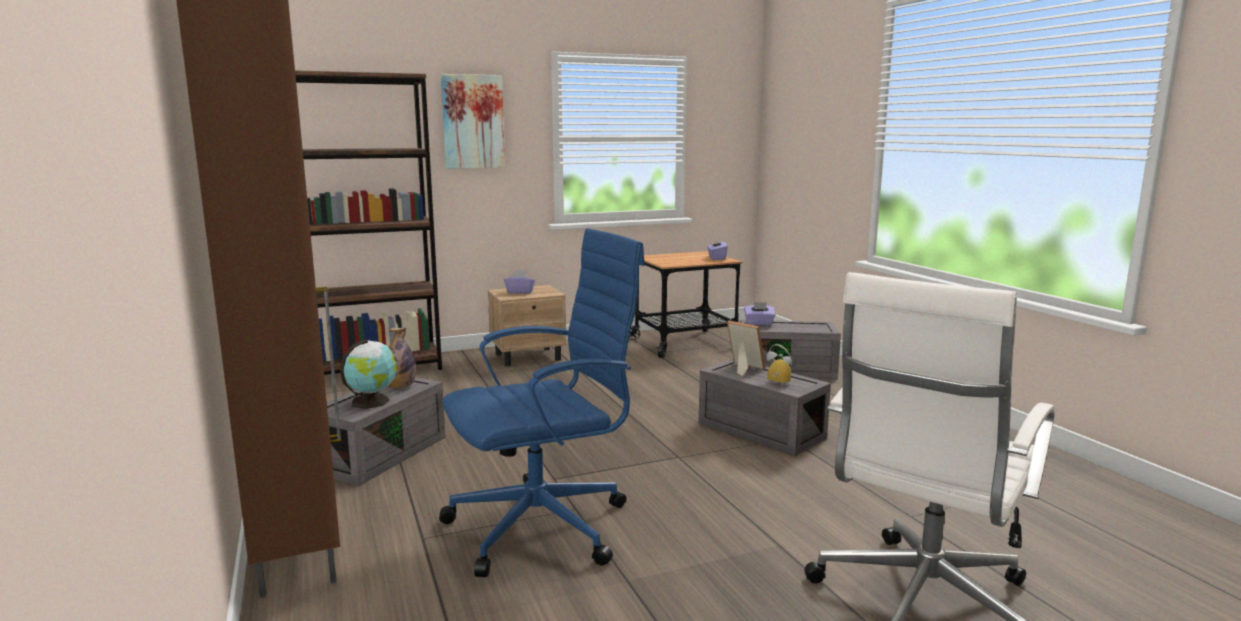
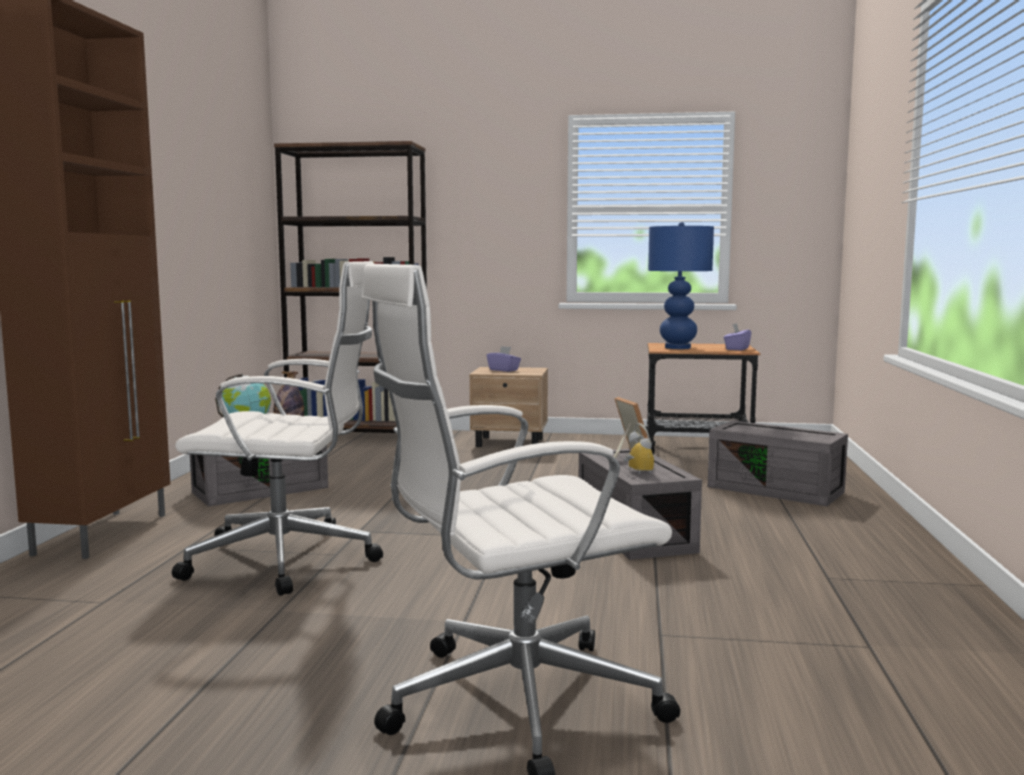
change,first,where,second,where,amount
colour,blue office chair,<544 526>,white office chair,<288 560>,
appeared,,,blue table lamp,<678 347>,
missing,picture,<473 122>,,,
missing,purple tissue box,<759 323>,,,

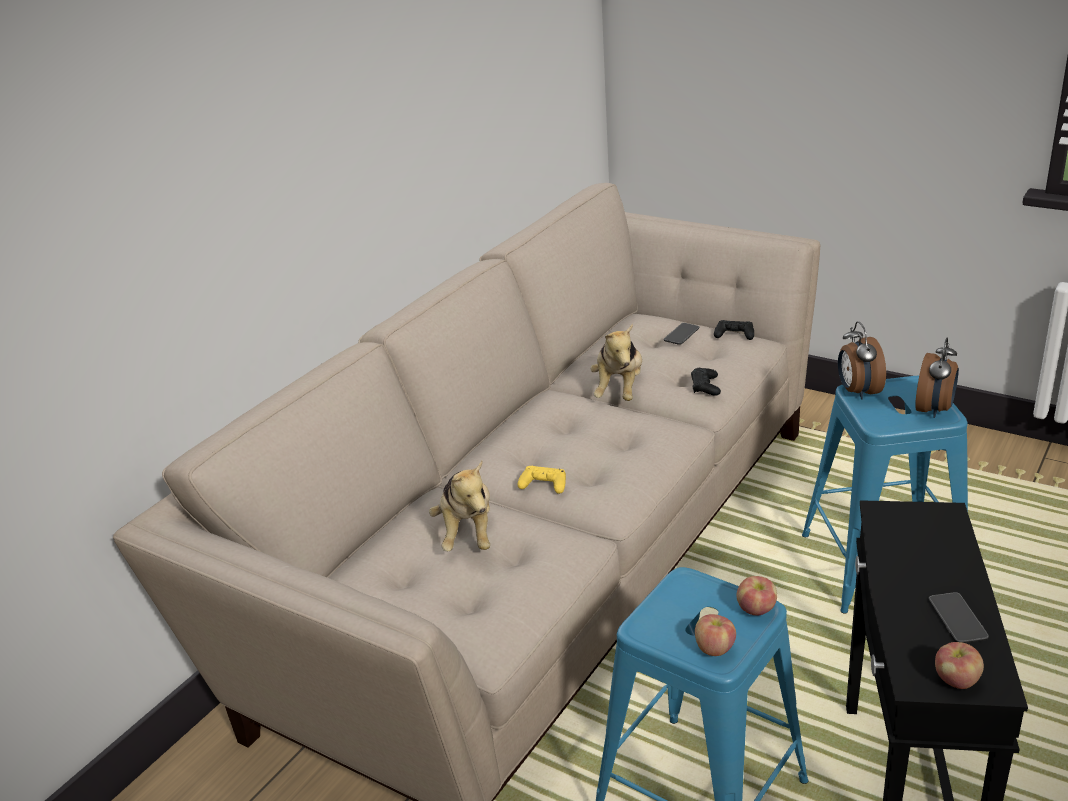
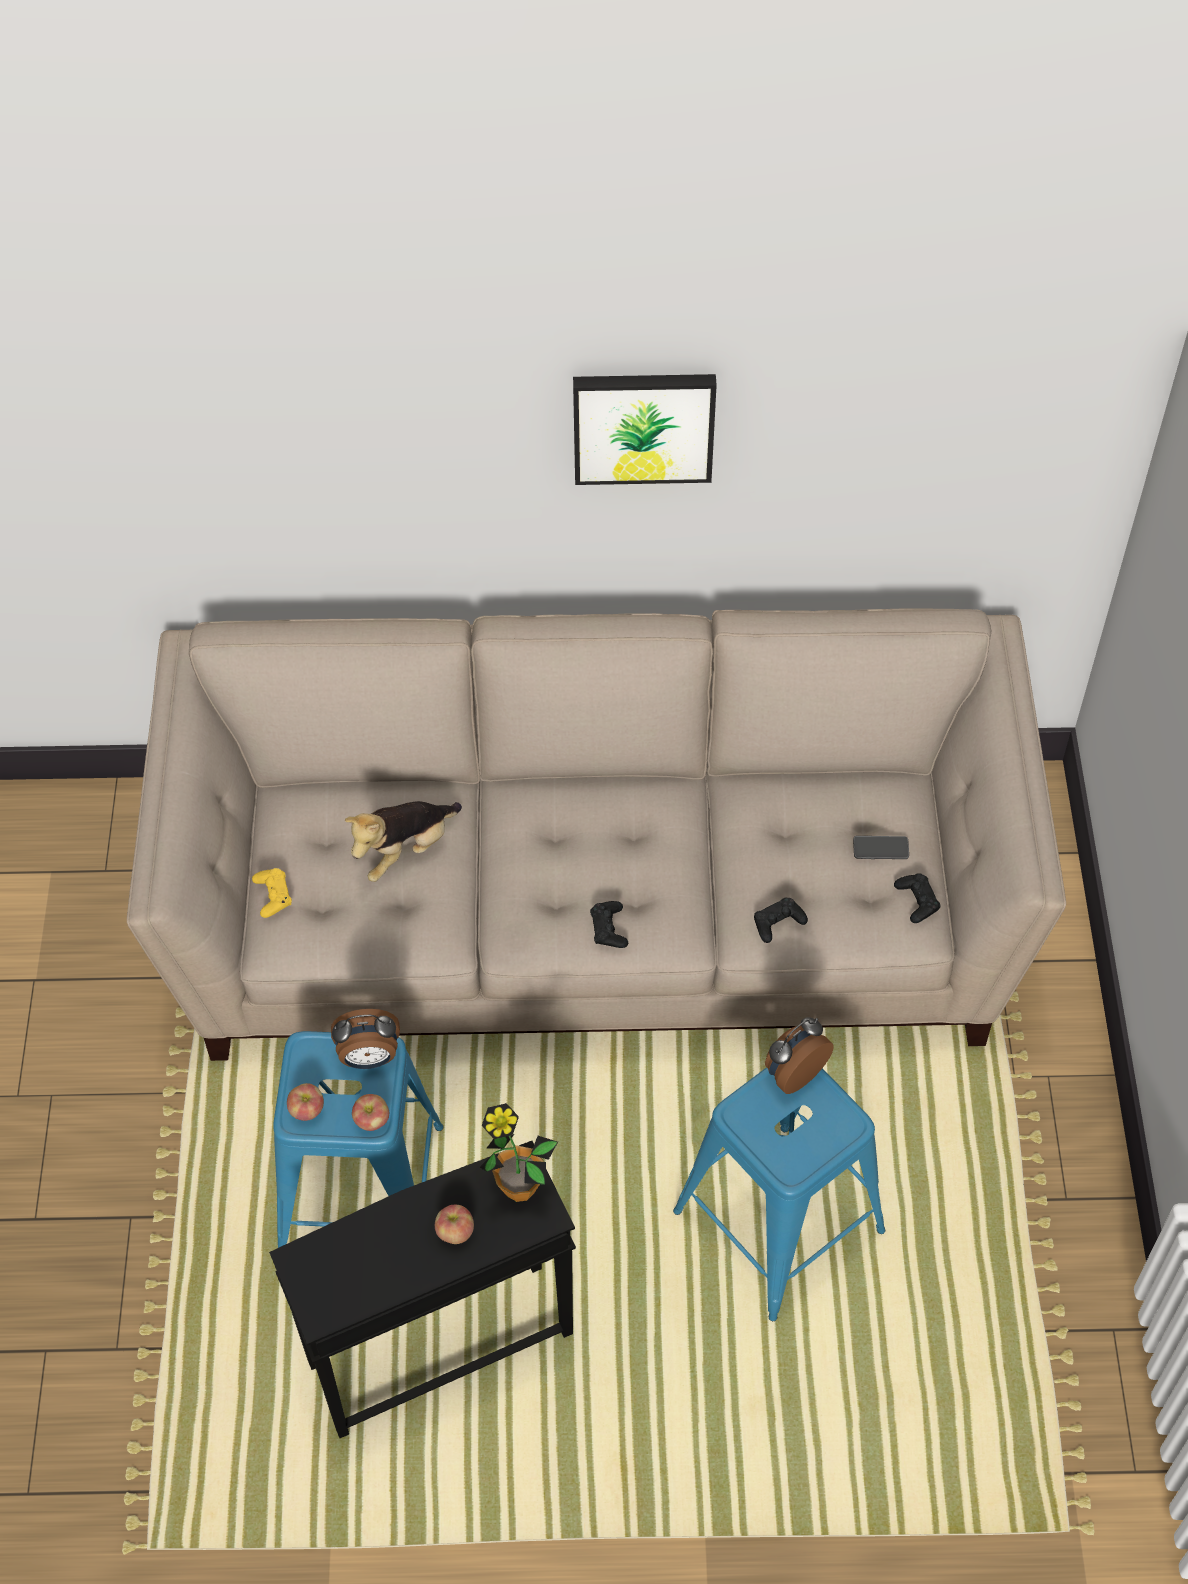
change,first,where,second,where,amount
relocated,yellow game controller,<543 484>,,<273 895>,
relocated,alarm clock,<934 410>,,<369 1058>,
relocated,apple,<956 681>,,<455 1232>,
appeared,,,potted plant,<519 1187>,
appeared,,,picture,<643 425>,
appeared,,,black game controller,<609 928>,
missing,plush toy,<619 390>,,,
missing,phone,<957 619>,,,

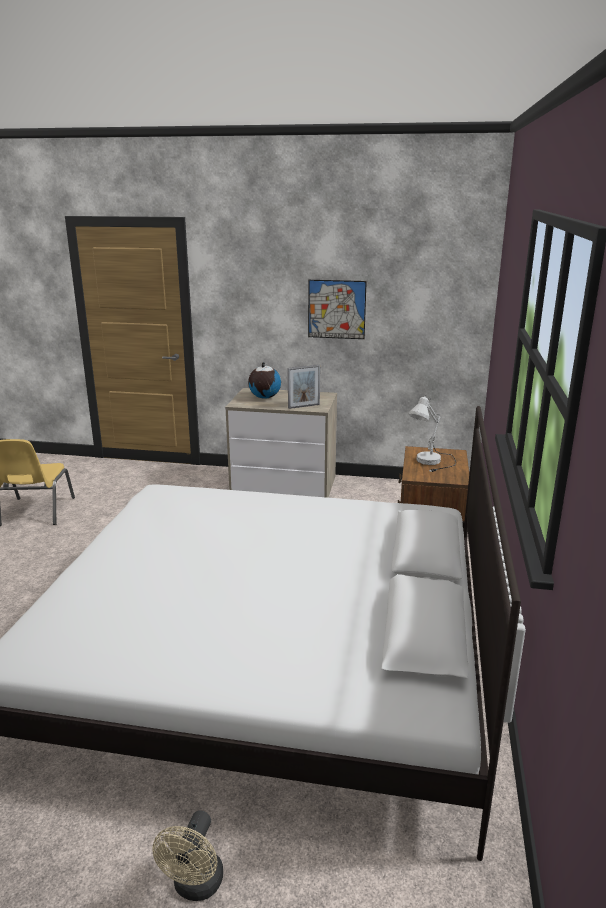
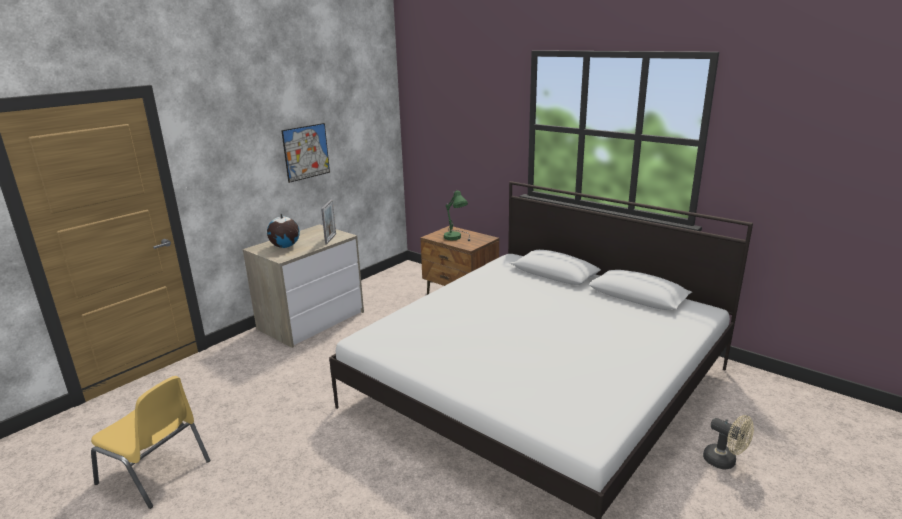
change,first,where,second,where,amount
colour,white table lamp,<432 464>,green table lamp,<458 238>,

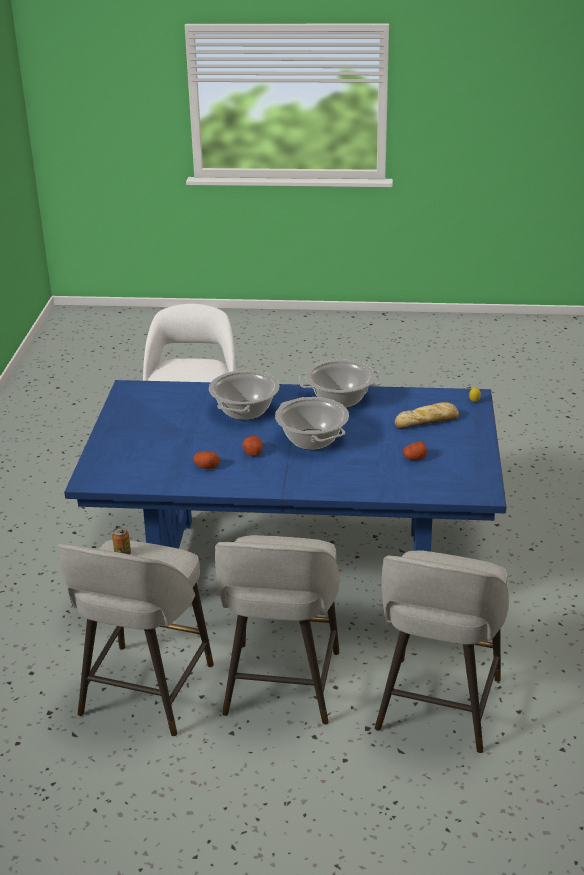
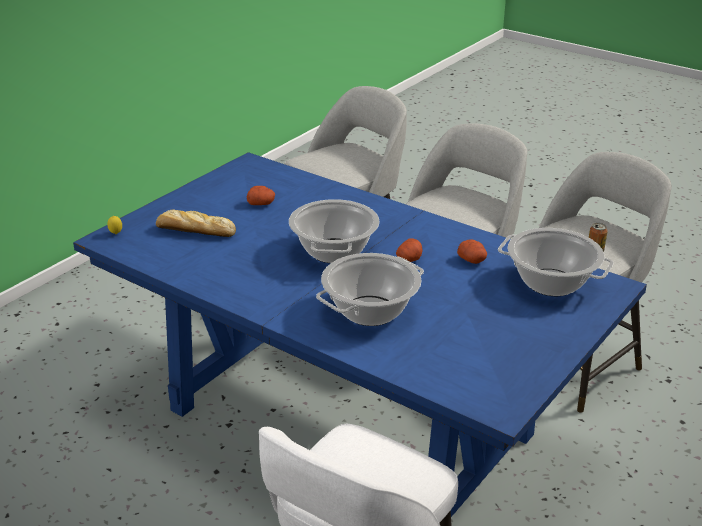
change,first,where,second,where,amount
relocated,cooking pot,<339 399>,,<551 283>,

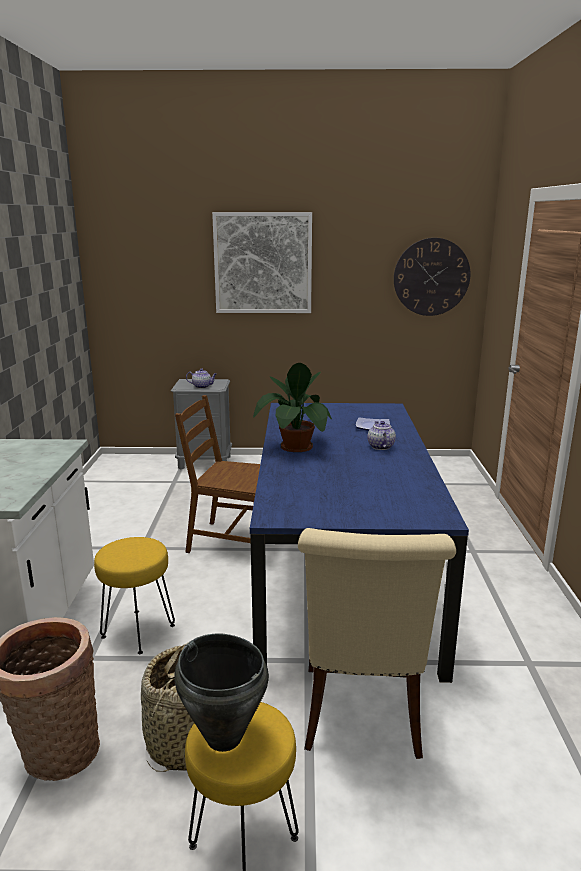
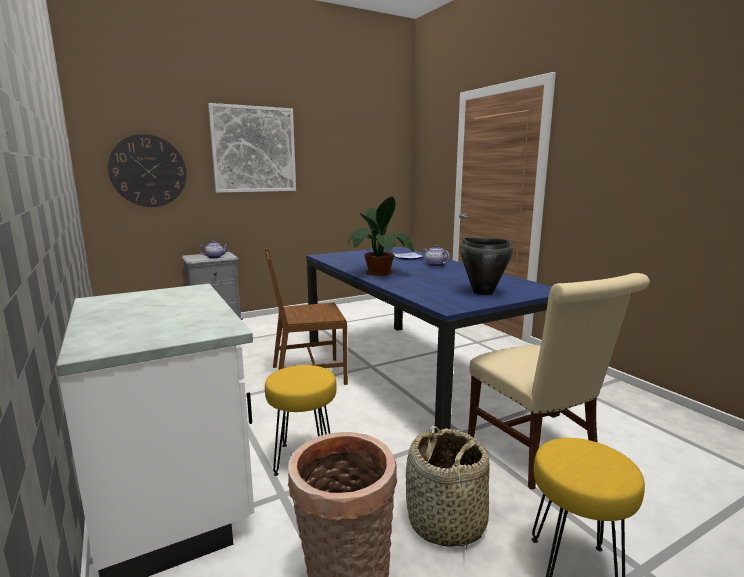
change,first,where,second,where,amount
relocated,wall clock,<431 277>,,<148 171>,
relocated,black cooking pot,<224 737>,,<482 292>,

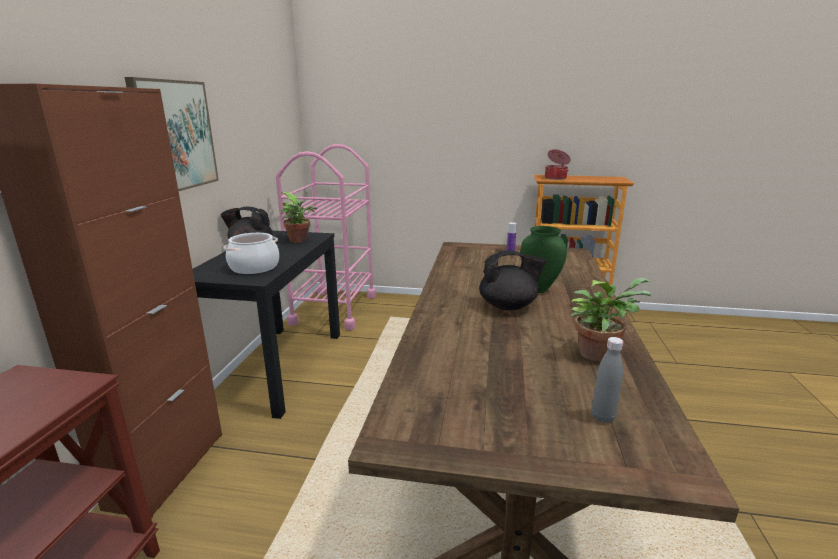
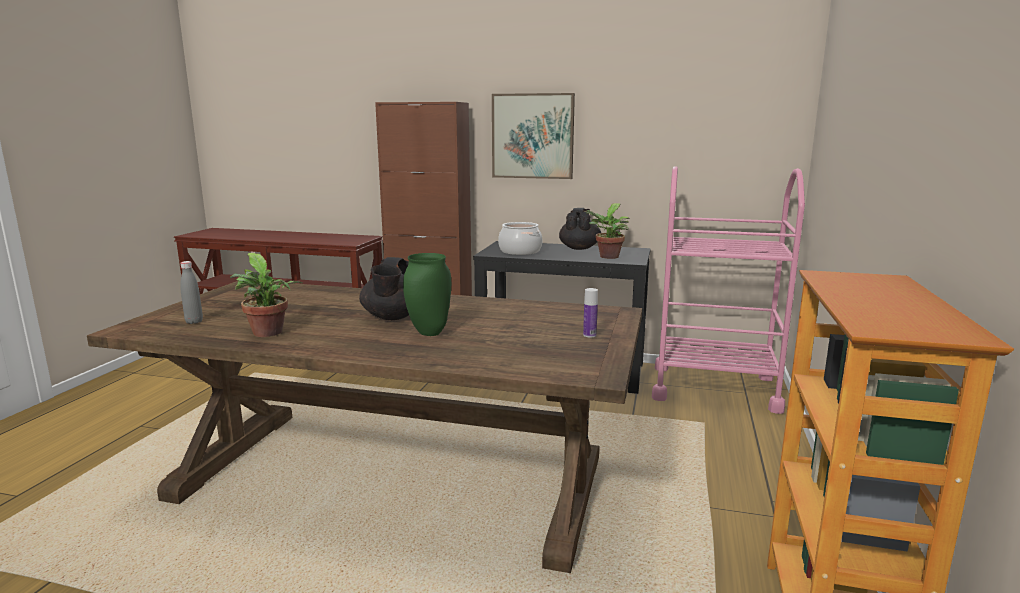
change,first,where,second,where,amount
missing,cooking pot,<556 178>,,,

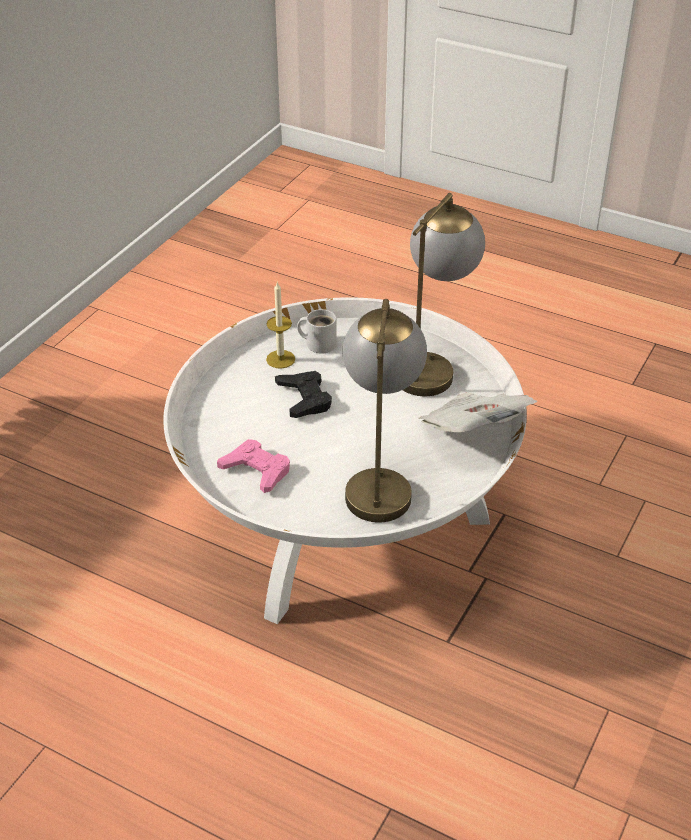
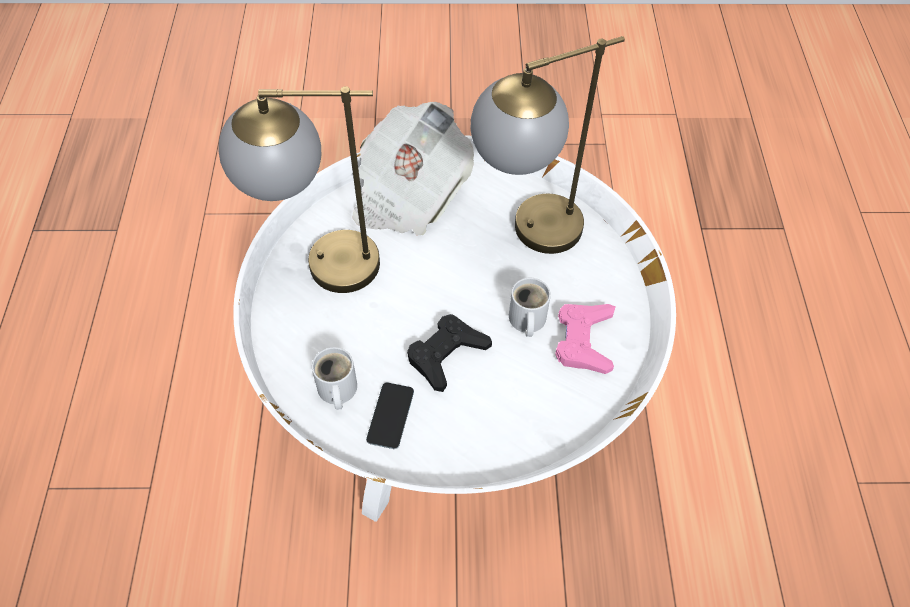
change,first,where,second,where,amount
exchanged,candle,<280 359>,phone,<390 415>,
appeared,,,white mug,<526 320>,

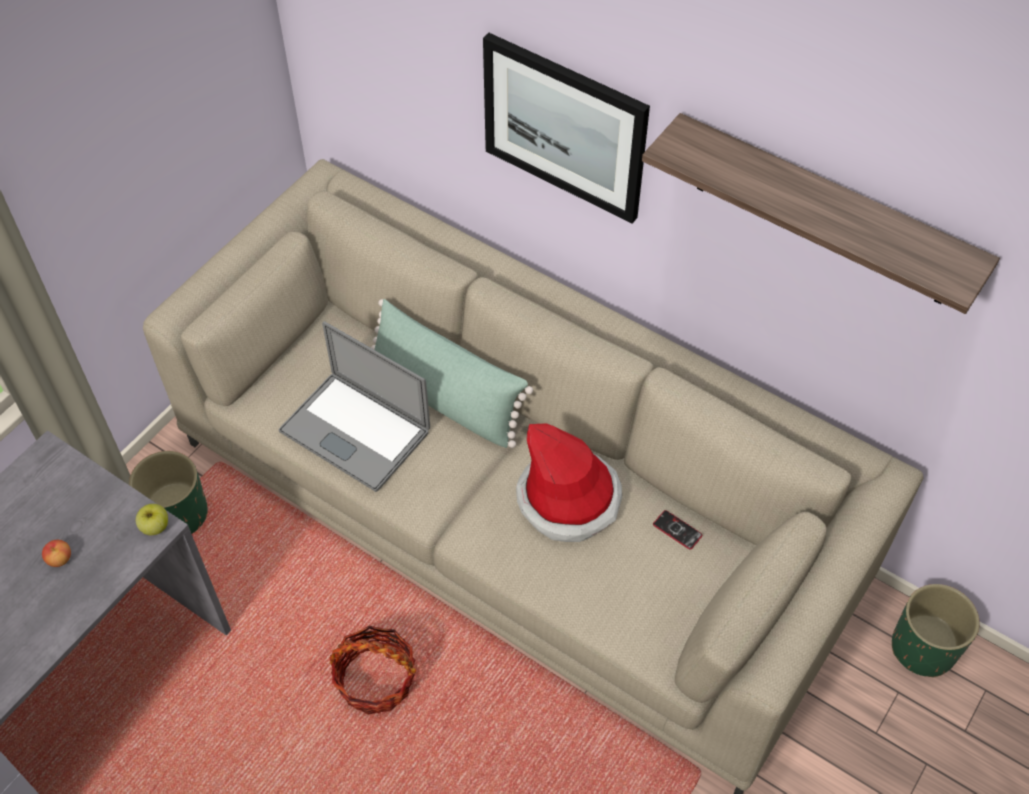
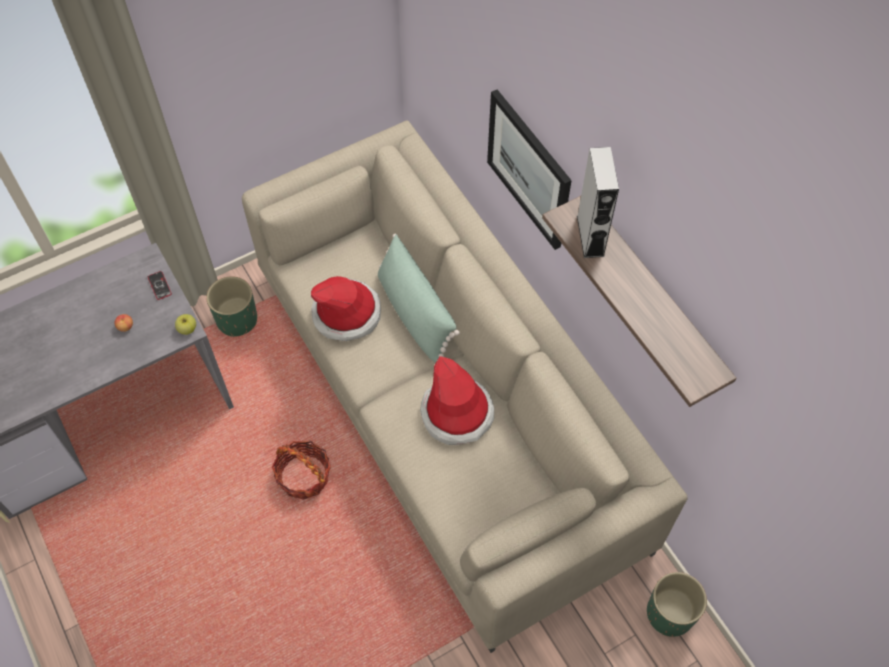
change,first,where,second,where,amount
relocated,phone,<677 530>,,<159 285>,
exchanged,laptop,<355 431>,hat,<347 313>,
appeared,,,grey speaker,<590 236>,

